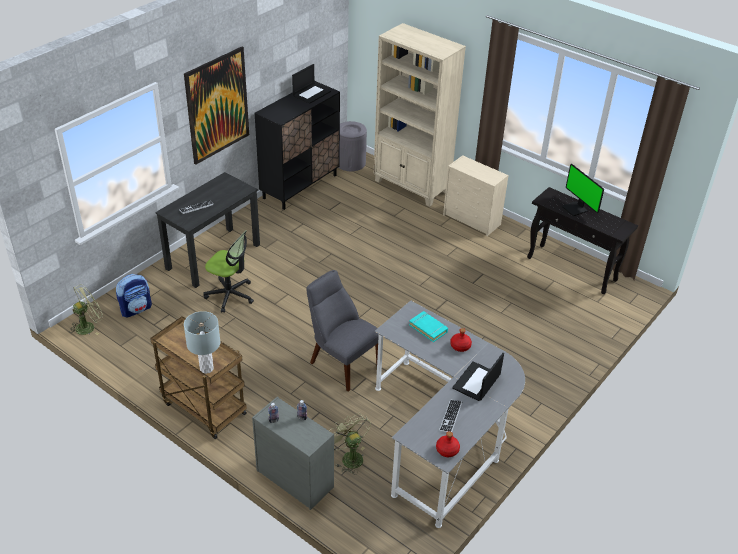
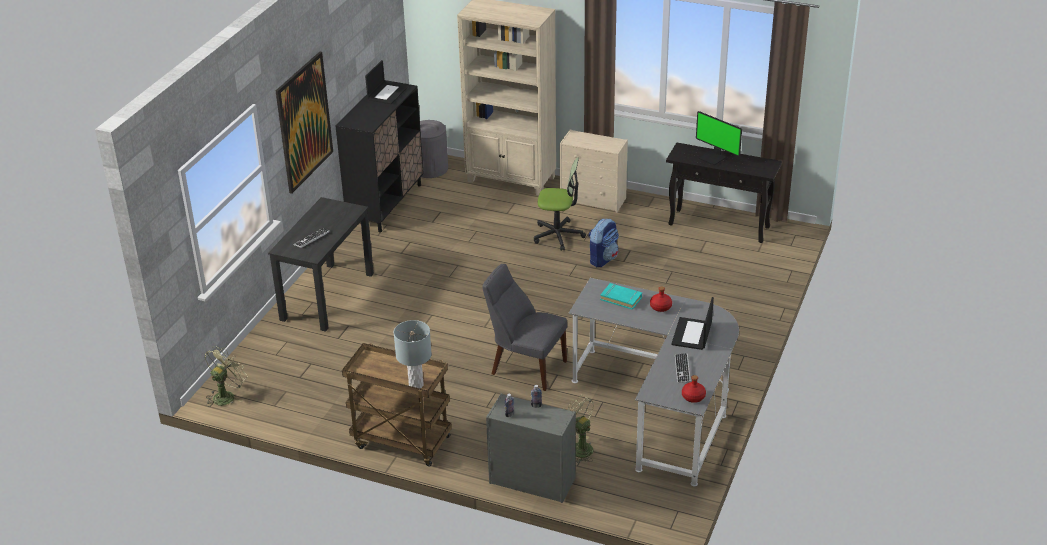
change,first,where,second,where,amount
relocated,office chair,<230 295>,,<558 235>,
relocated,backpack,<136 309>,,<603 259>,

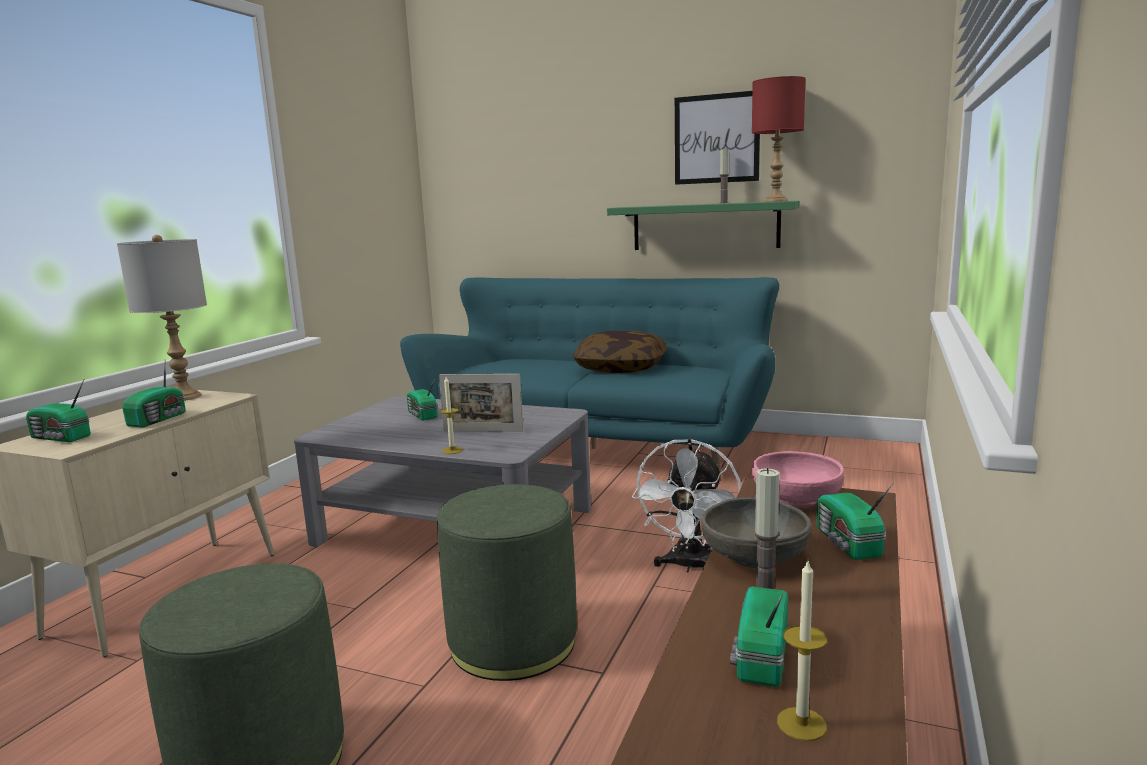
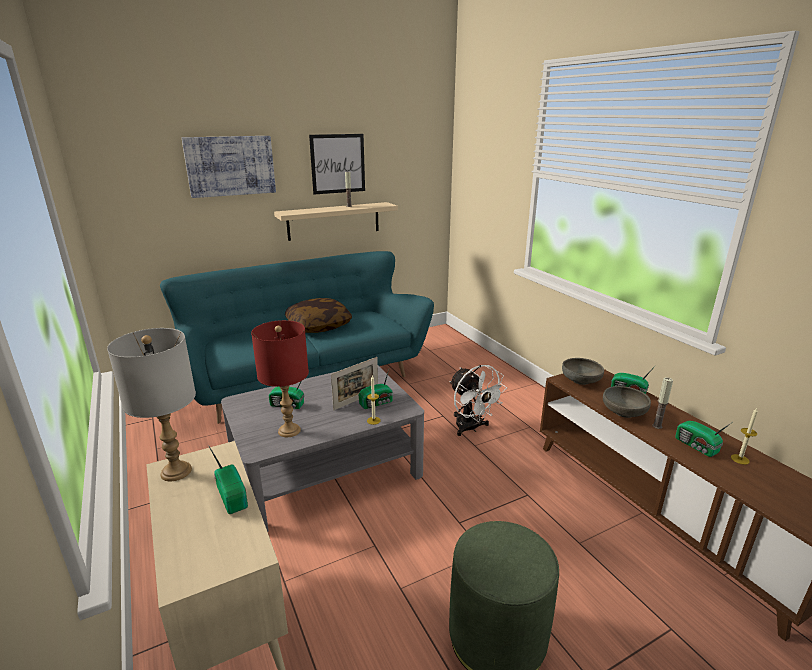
change,first,where,second,where,amount
appeared,,,picture,<230 166>,
relocated,red table lamp,<776 201>,,<289 431>,
colour,green shelf,<705 226>,beige shelf,<334 221>,
relocated,radio,<61 438>,,<377 403>,
colour,pink bowl,<796 499>,grey bowl,<580 380>,
missing,green ottoman,<513 642>,,,

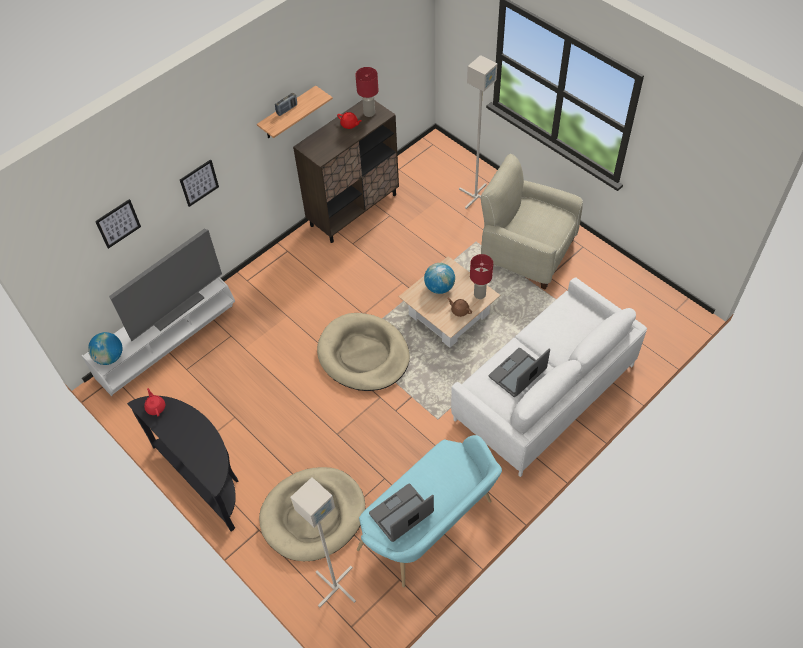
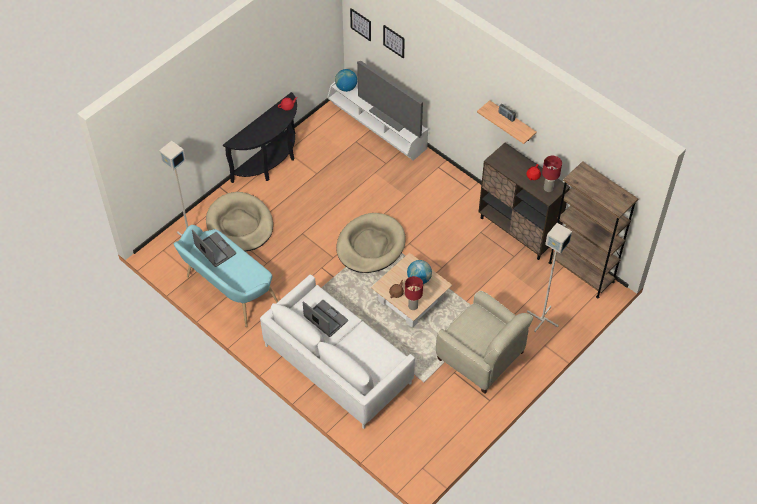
change,first,where,second,where,amount
relocated,picture,<199 183>,,<361 24>,
spun,beige armchair,<526 251>,,<481 356>,105 degrees clockwise
appeared,,,brown bookcase,<581 272>,

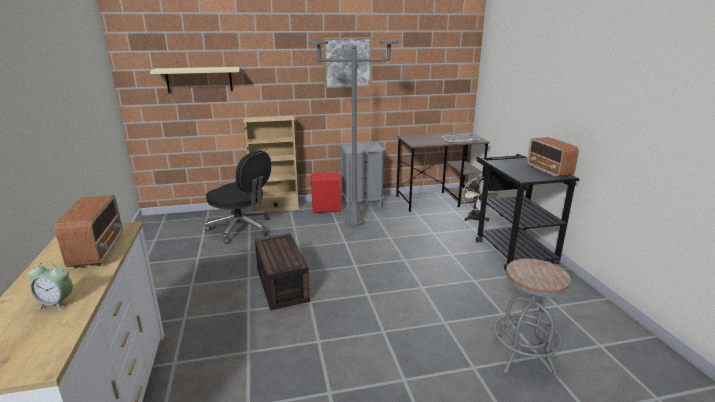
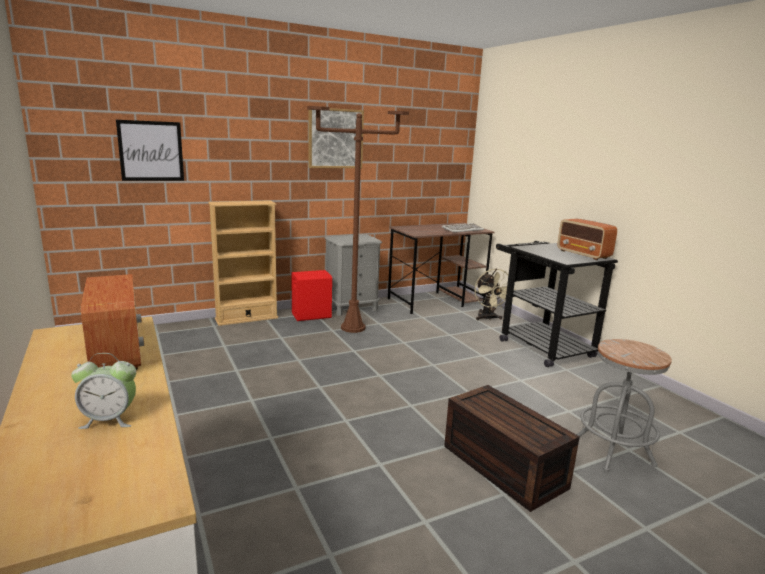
change,first,where,second,where,amount
exchanged,beige shelf,<199 79>,picture,<151 151>,
colour,grey floor lamp,<354 221>,brown floor lamp,<353 328>,
relocated,brown storage box,<280 284>,,<501 466>,
missing,black office chair,<241 229>,,,

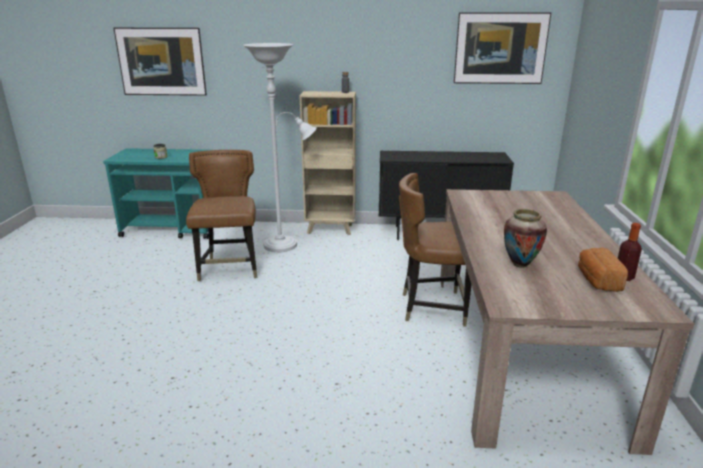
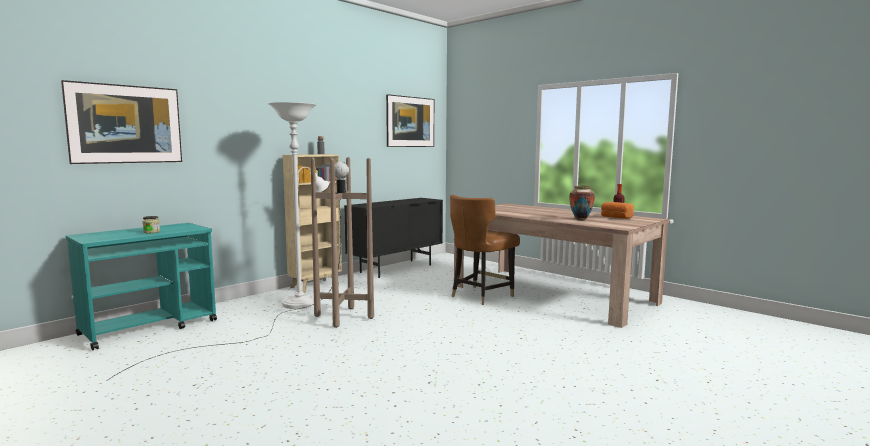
change,first,where,second,where,amount
exchanged,brown chair,<230 268>,brown floor lamp,<296 326>,

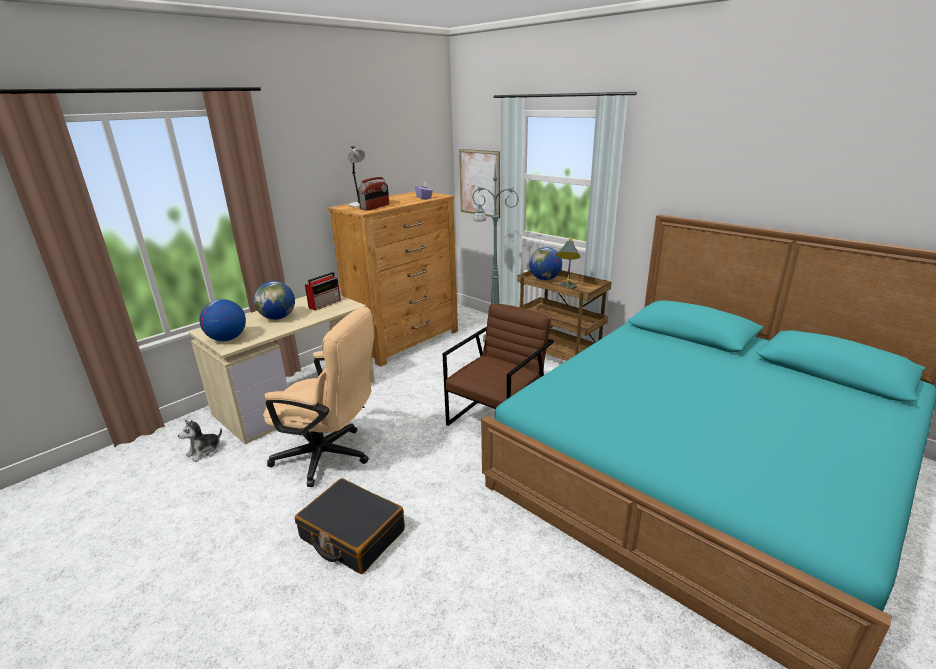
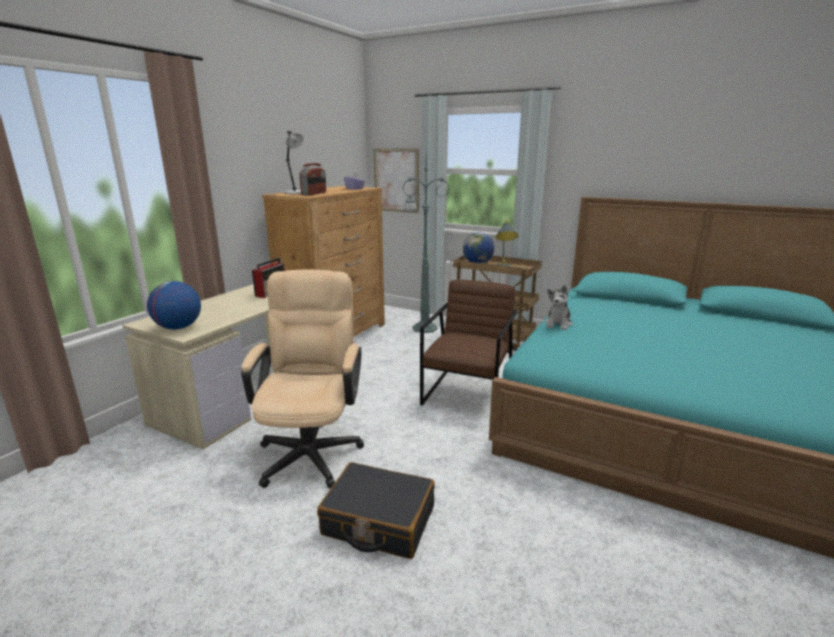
change,first,where,second,where,amount
spun,beige office chair,<330 457>,,<312 449>,90 degrees counterclockwise
relocated,plush toy,<204 451>,,<558 324>,
missing,globe,<278 318>,,,

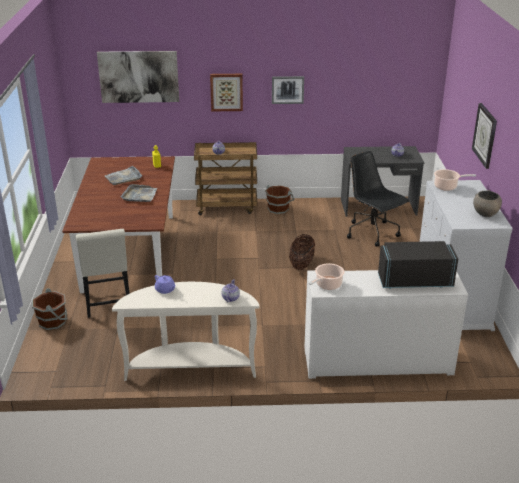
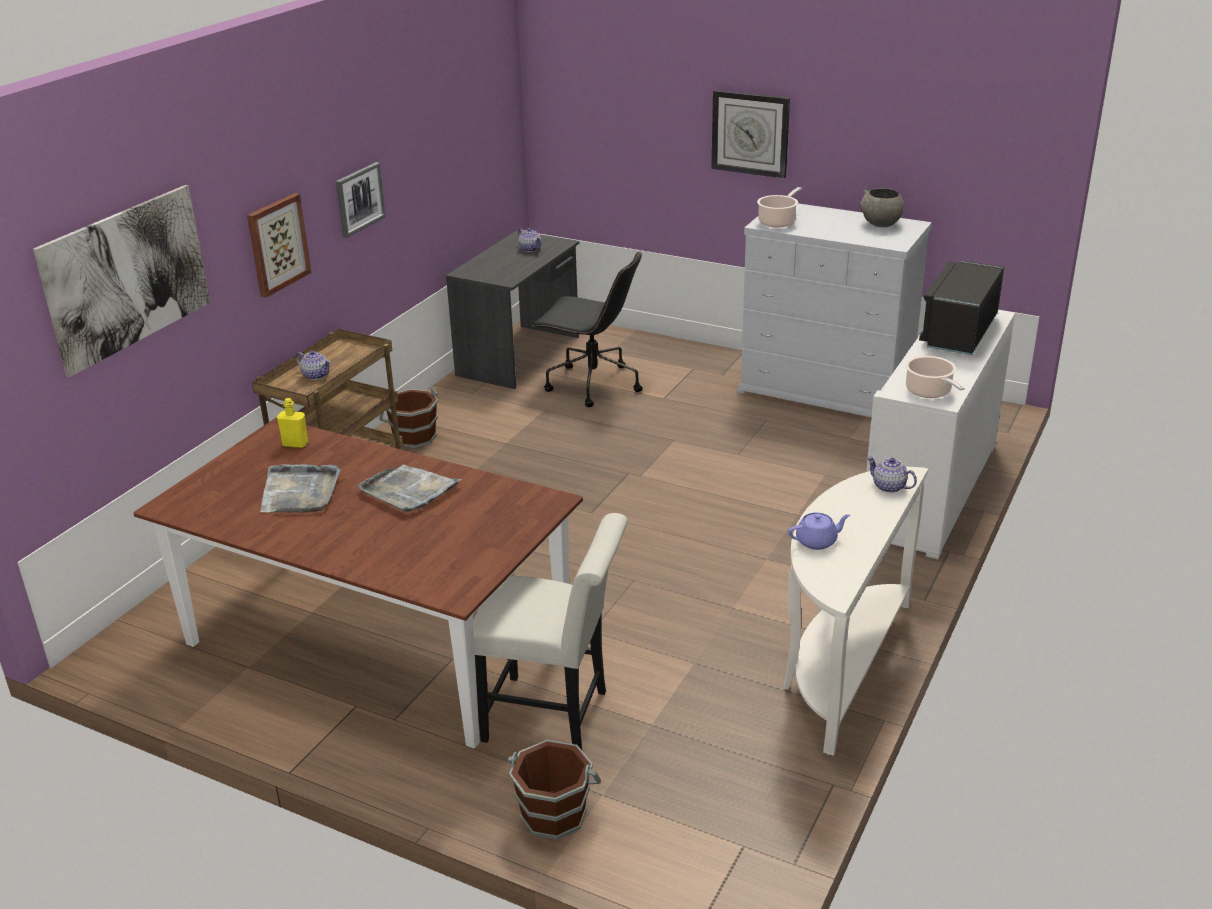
change,first,where,second,where,amount
spun,black office chair,<373 233>,,<591 384>,150 degrees counterclockwise
missing,basket,<301 264>,,,

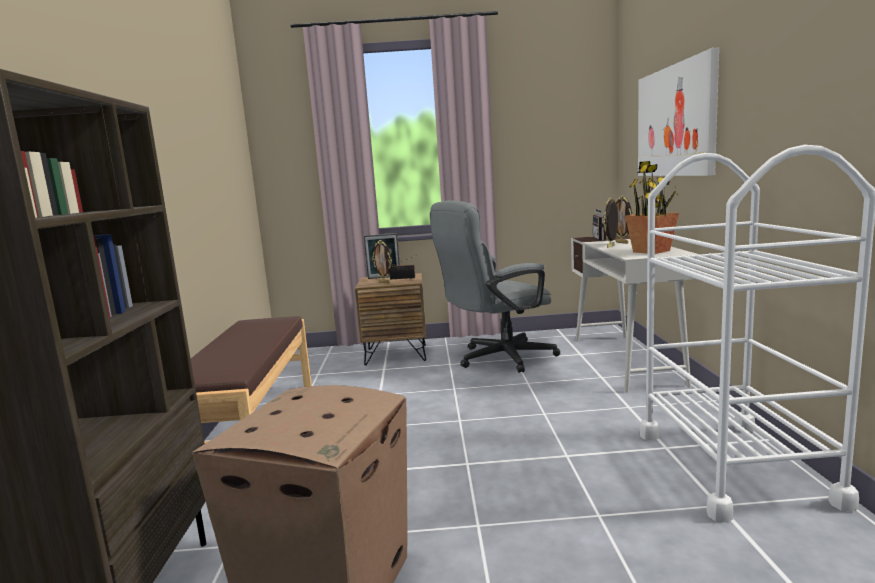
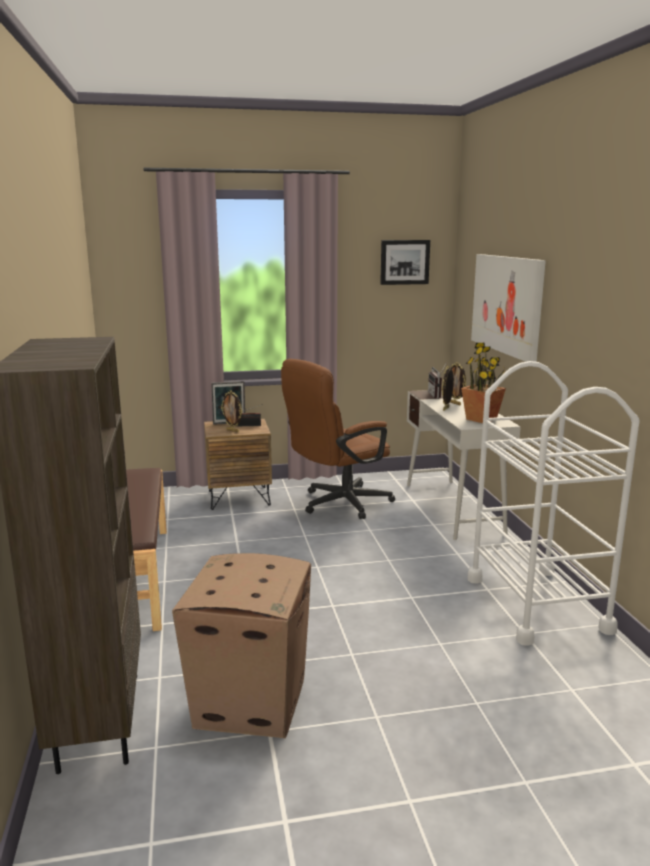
change,first,where,second,where,amount
colour,grey office chair,<497 359>,brown office chair,<338 504>,
appeared,,,picture,<404 262>,

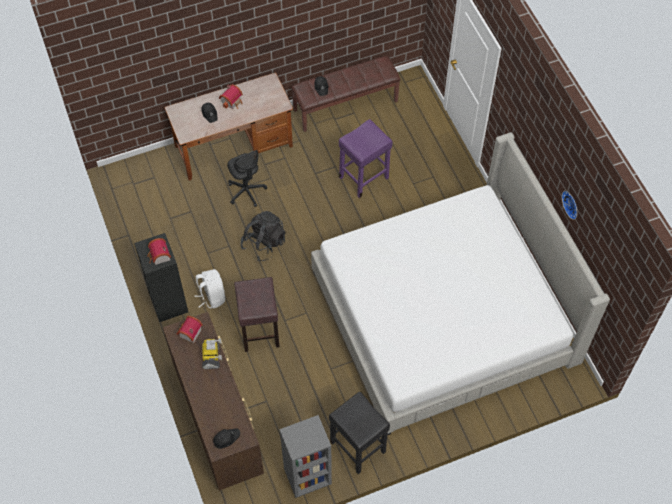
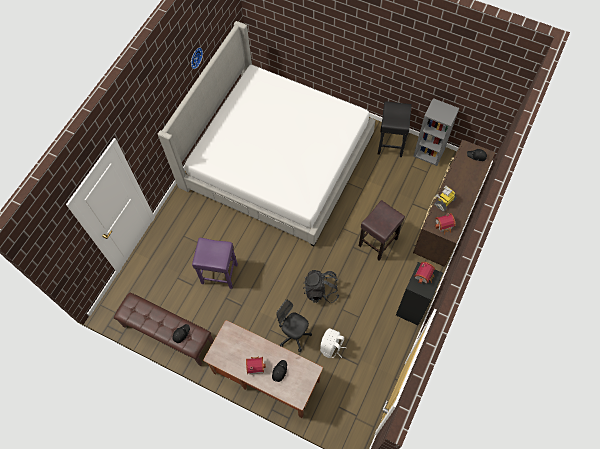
change,first,where,second,where,amount
spun,black office chair,<246 191>,,<294 335>,75 degrees counterclockwise
relocated,white backpack,<212 296>,,<331 347>,

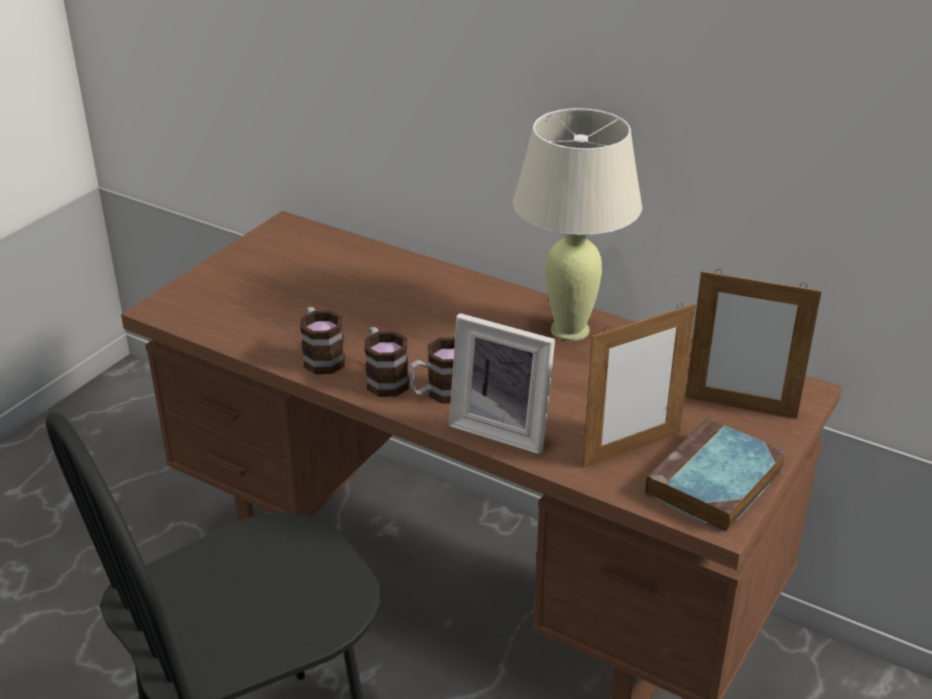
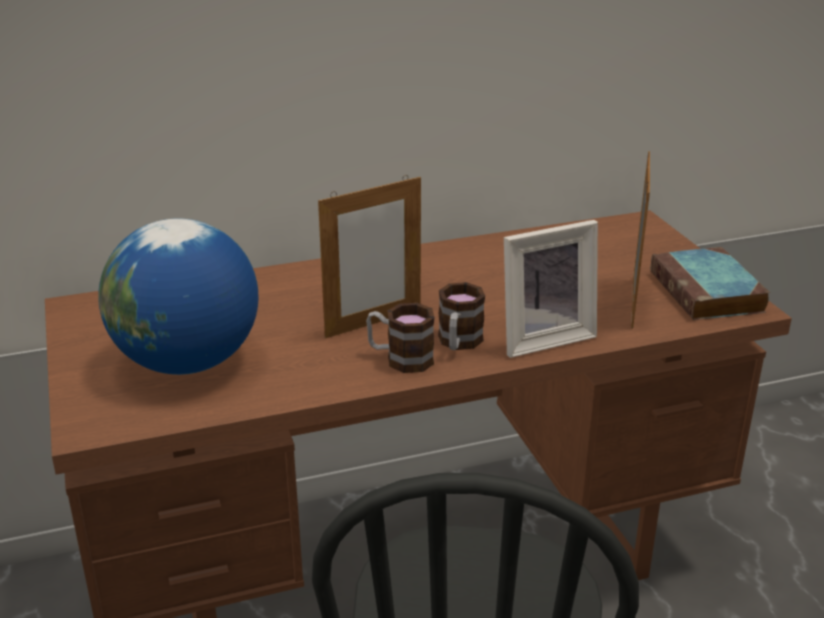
change,first,where,second,where,amount
appeared,,,globe,<187 362>,
relocated,picture frame,<740 407>,,<373 323>,
missing,mug,<321 357>,,,
missing,beige table lamp,<570 330>,,,

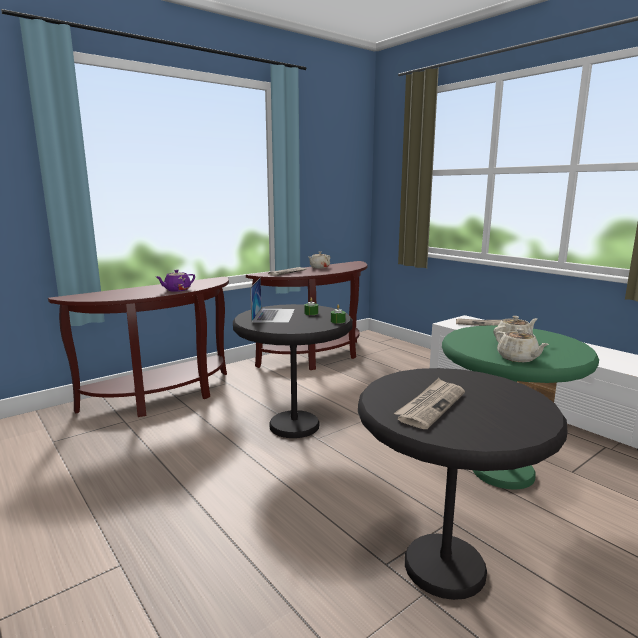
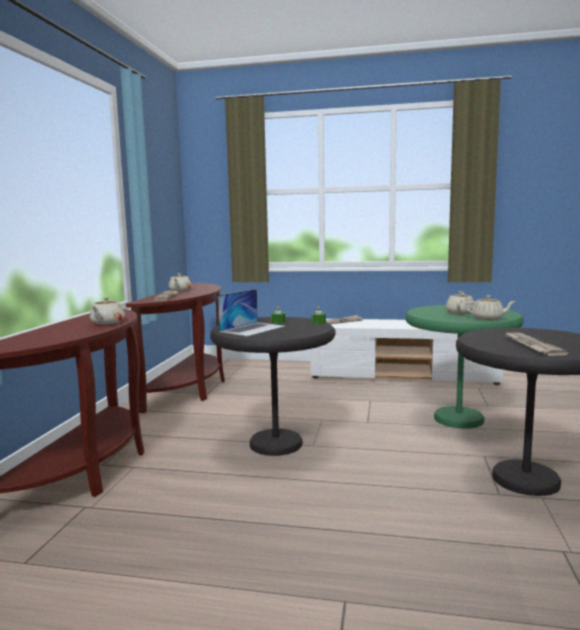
change,first,where,second,where,amount
colour,purple teapot,<177 290>,beige teapot,<107 323>,
spun,laptop,<273 315>,,<252 329>,75 degrees clockwise

